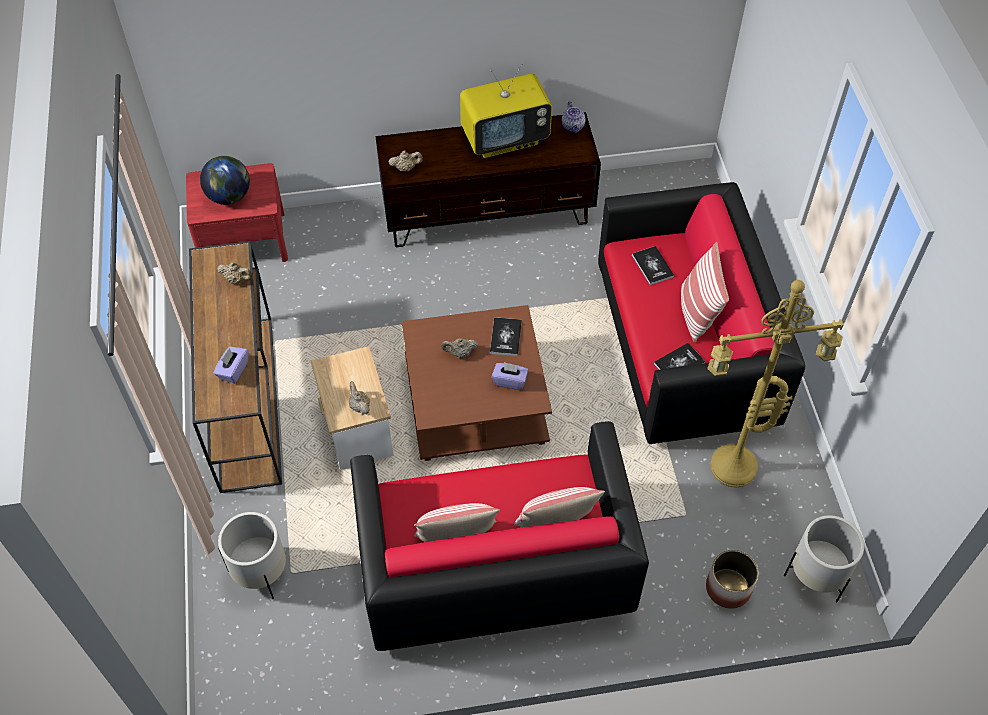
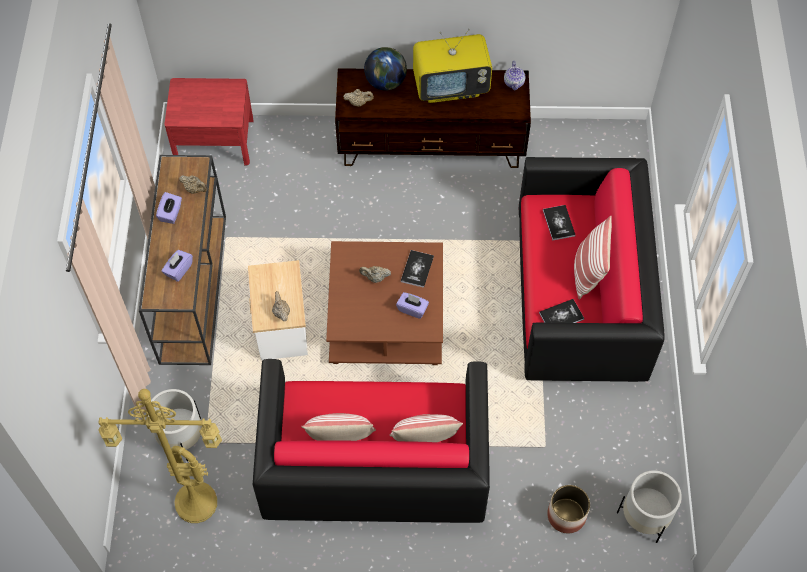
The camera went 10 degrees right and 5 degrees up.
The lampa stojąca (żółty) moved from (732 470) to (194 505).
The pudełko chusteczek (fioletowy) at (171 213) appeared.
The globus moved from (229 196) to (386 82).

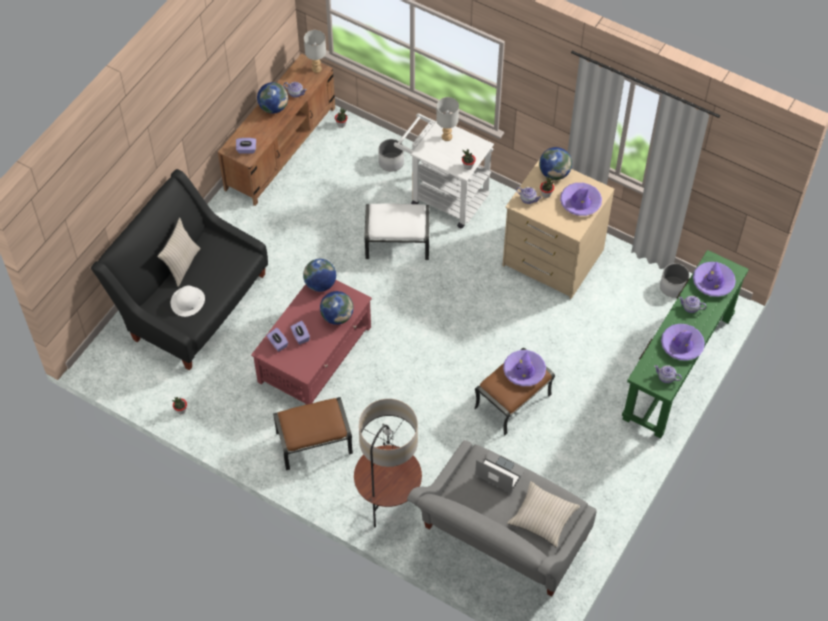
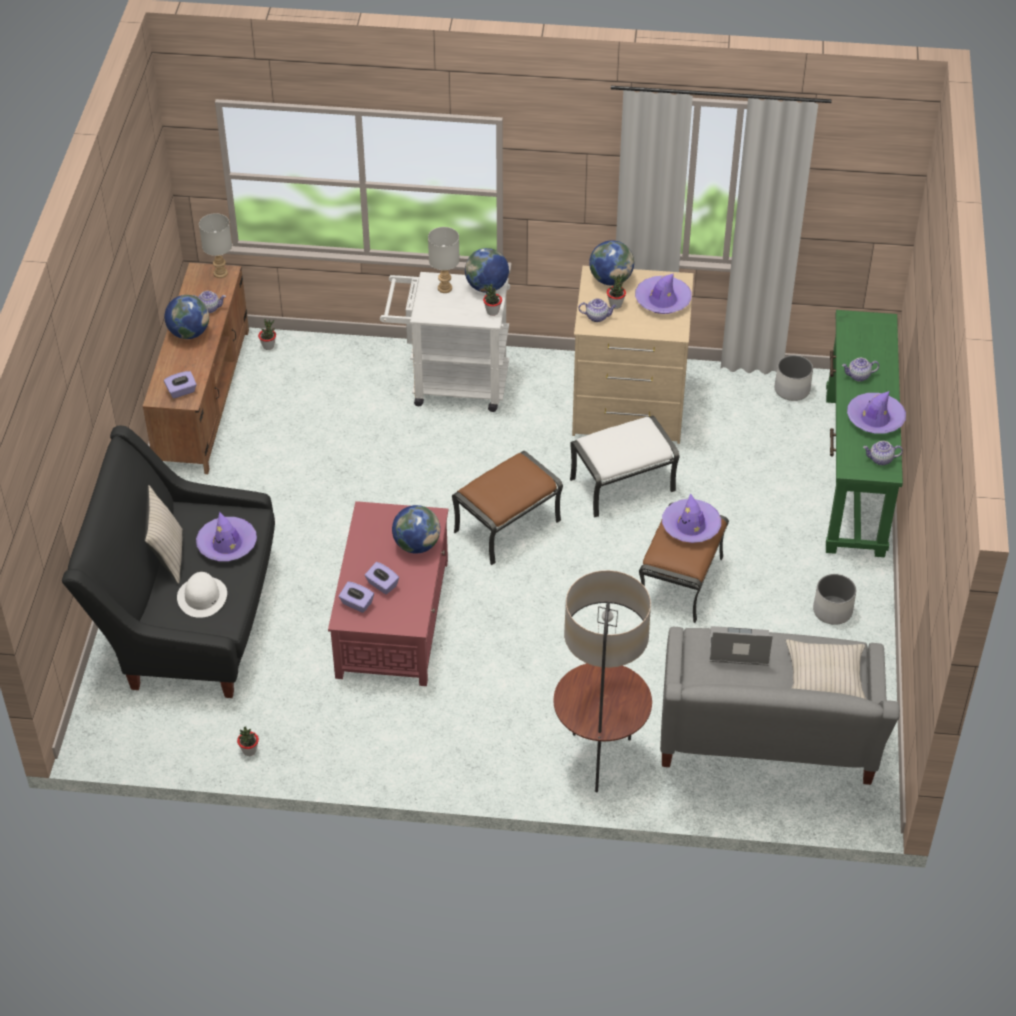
The camera went 25 degrees left and 10 degrees down.
The kapelusz (fioletowy) moved from (713 282) to (227 544).
The pufa (brązowy) moved from (314 442) to (507 525).
The globus moved from (320 284) to (487 287).
The pufa (biały) moved from (398 242) to (622 484).
The donica (biały) moved from (391 162) to (832 611).

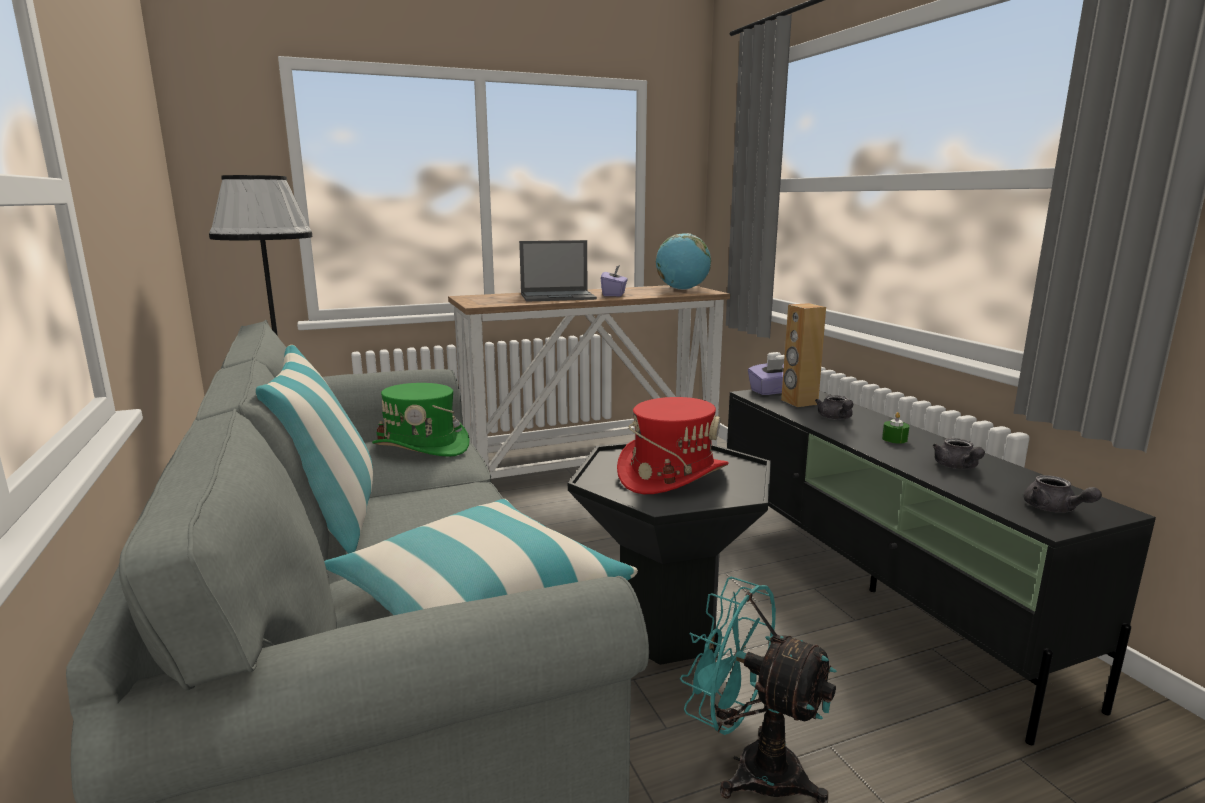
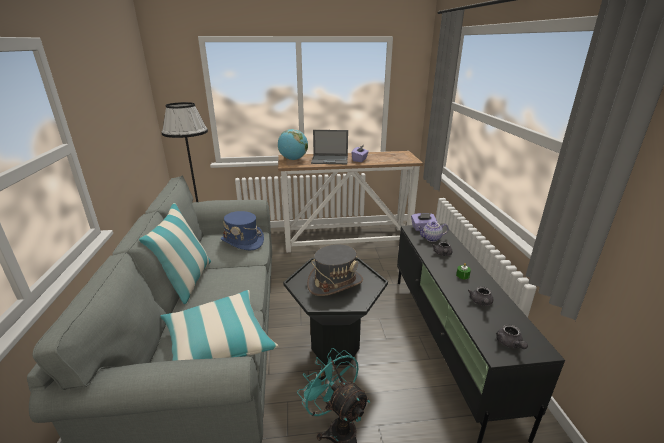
The camera went 15 degrees right and 10 degrees up.
The kapelusz (zielony) at (422 446) became the kapelusz (niebieski) at (243 241).
The globus moved from (682 289) to (293 159).
The kapelusz (czerwony) at (672 475) became the kapelusz (szary) at (335 283).
The głośnik (brązowy) at (799 402) was replaced by the imbryk at (431 239).

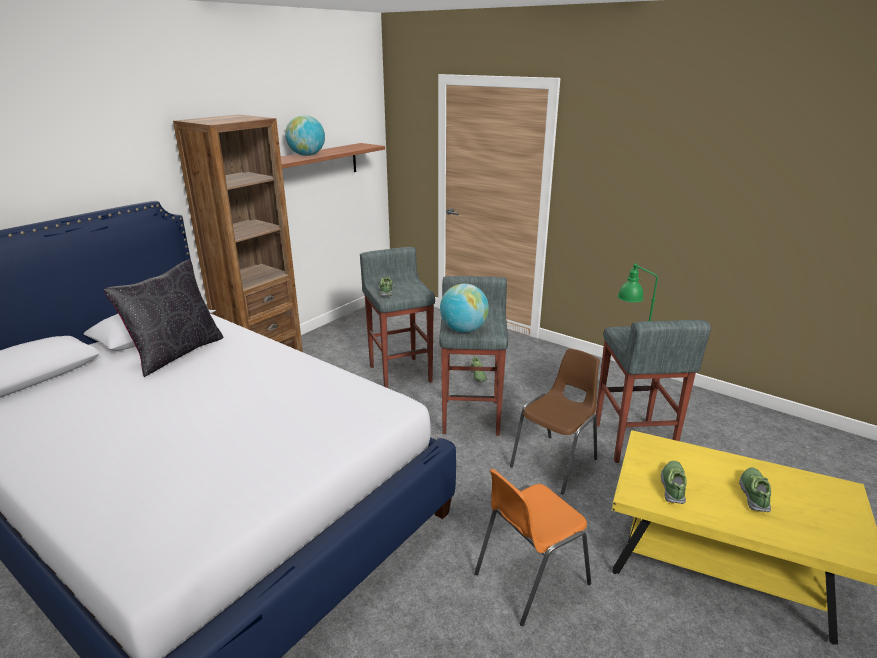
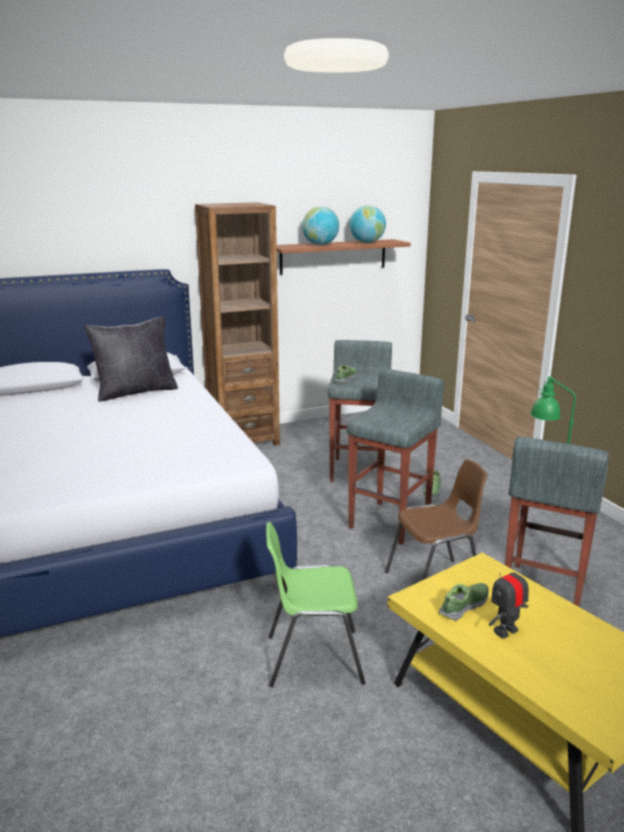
The camera went 30 degrees right and 5 degrees down.
The krzesło (pomarańczowy) at (529 578) became the krzesło (zielony) at (313 658).
The globus moved from (463 330) to (367 242).
The robot zabawkowy at (505 631) appeared.
The but at (754 494) disappeared.

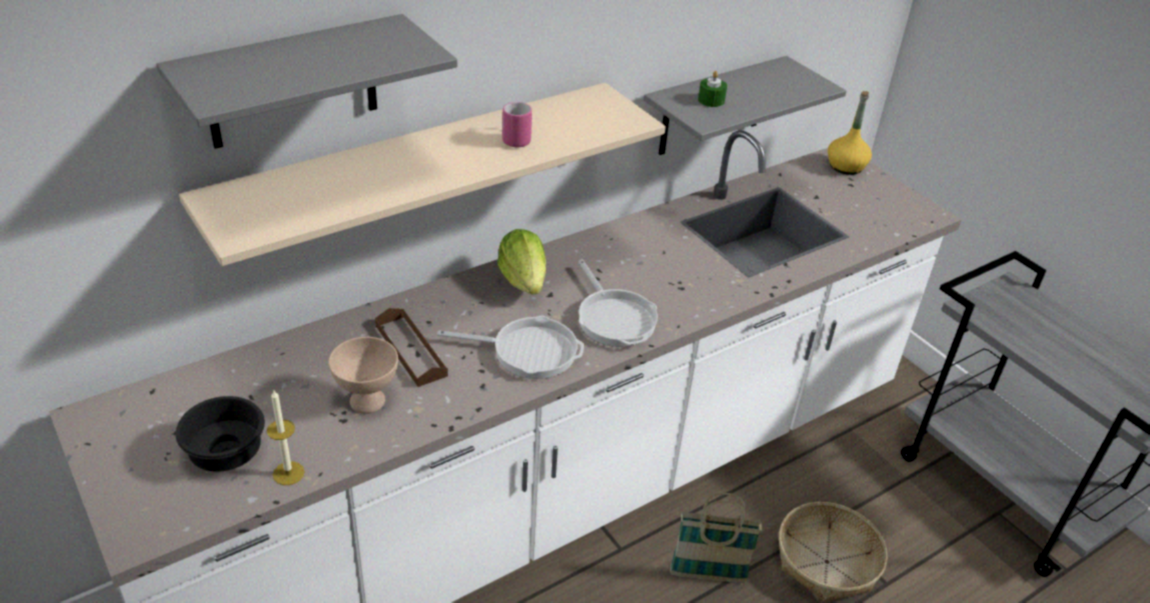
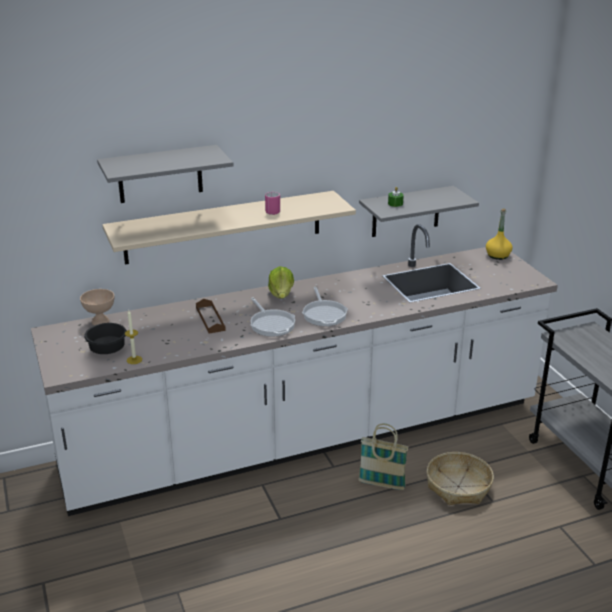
The camera went 15 degrees right and 10 degrees down.
The miska (beżowy) moved from (369 401) to (101 322).
The patelnia at (528 351) turned 45 degrees clockwise.

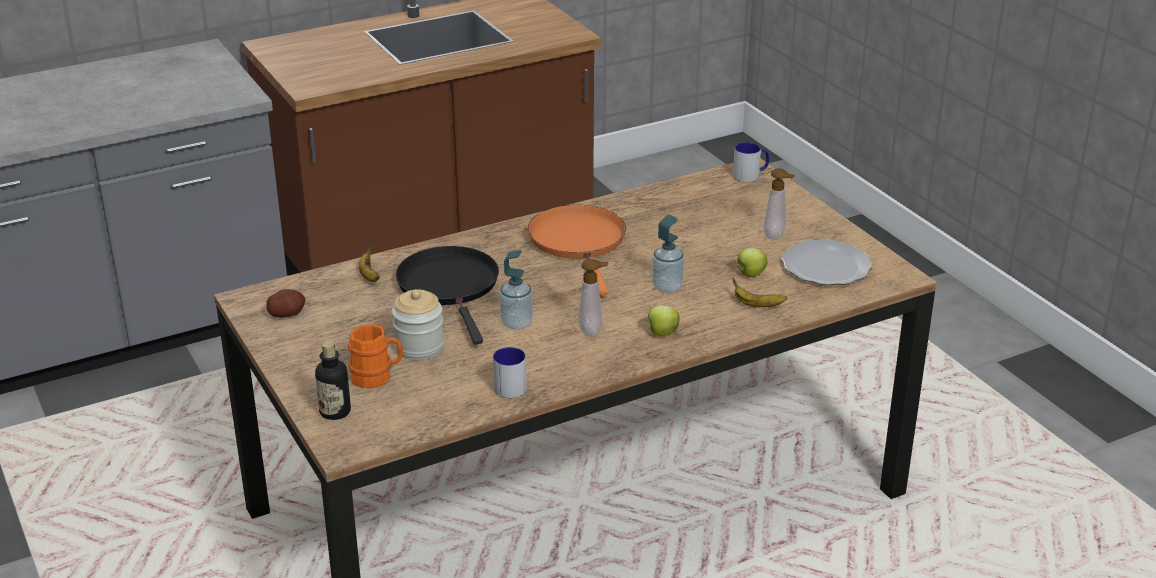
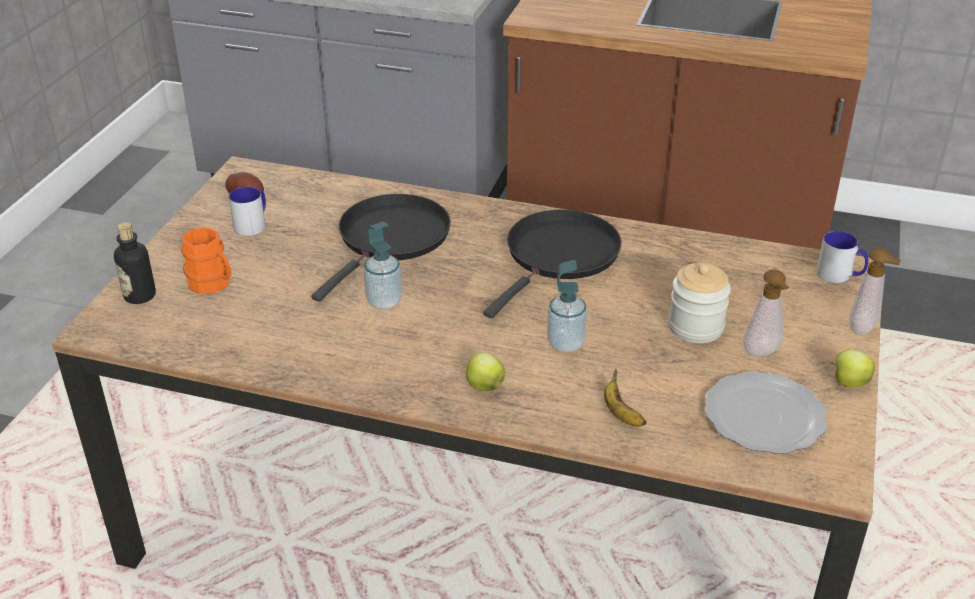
The camera went 45 degrees right and 5 degrees up.
The kubek moved from (508 385) to (253 224).
The patelnia (pomarańczowy) at (579 242) became the patelnia (czarny) at (559 256).
The słoik moved from (419 347) to (695 327).
The jabłko moved from (750 274) to (848 382).
The dozownik mydła moved from (592 331) to (864 330).
The banan at (369 276) disappeared.

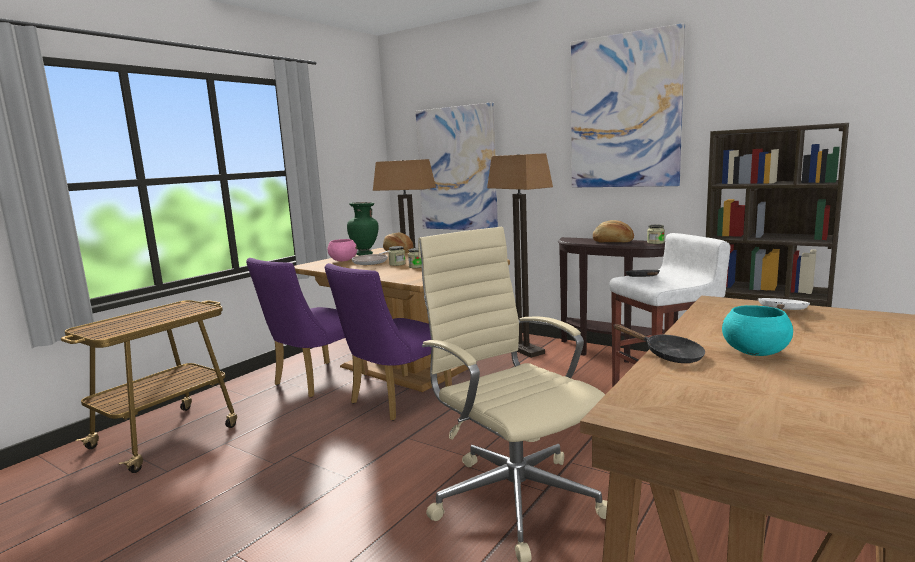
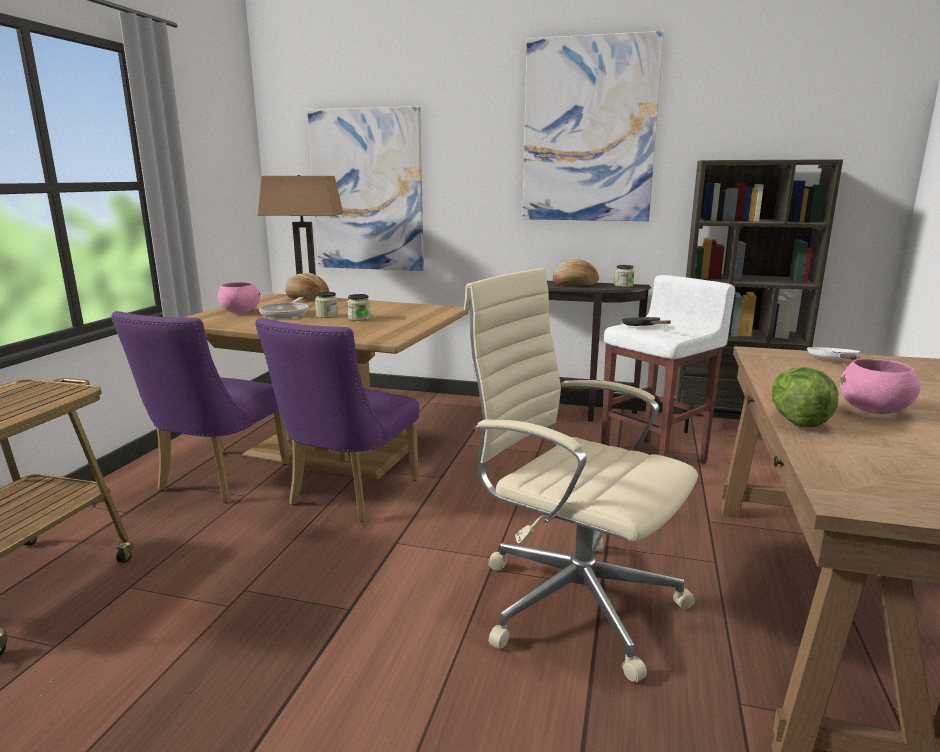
The camera went 20 degrees left and 5 degrees up.
The patelnia (czarny) at (668 355) was replaced by the sałata at (797 420).
The miska (turkusowy) at (755 353) became the miska (różowy) at (874 411).
The wazon (zielony) at (365 254) disappeared.
The lampa stojąca at (523 349) disappeared.

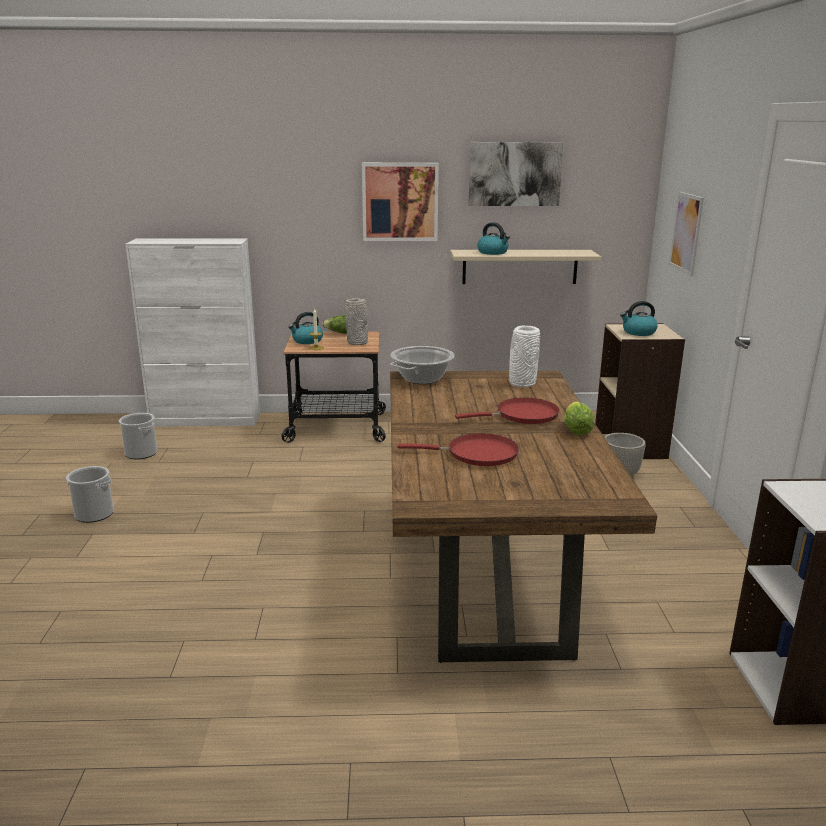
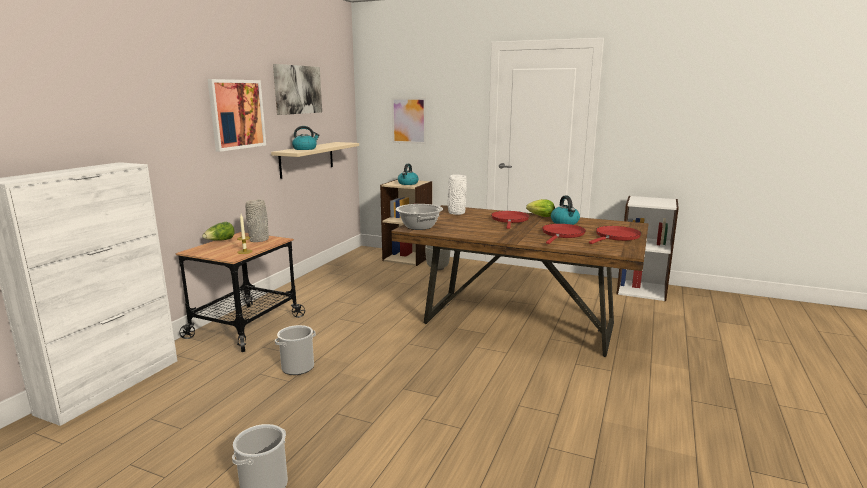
The camera went 65 degrees left and 5 degrees down.
The wiadro moved from (141 453) to (298 367).
The czajnik moved from (307 341) to (565 222).
The patelnia (czerwony) at (616 237) appeared.

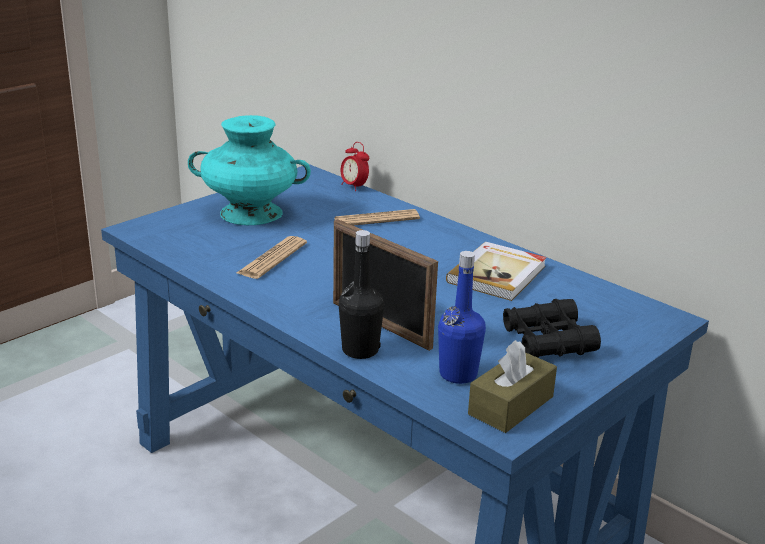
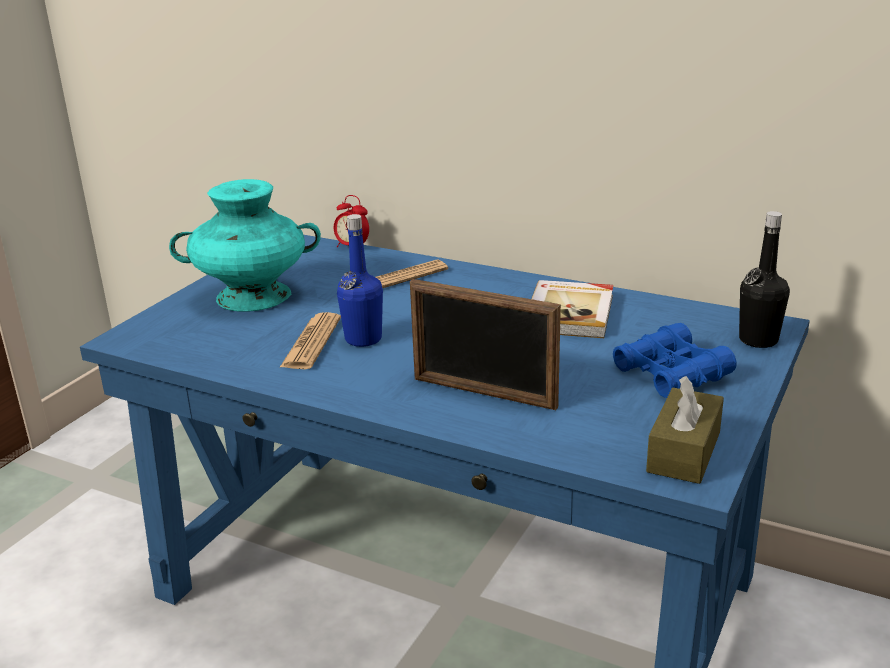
The camera went 15 degrees left and 0 degrees up.
The butelka (niebieski) moved from (458 374) to (363 339).
The lornetka (czarny) at (548 341) became the lornetka (niebieski) at (671 373).
The butelka (czarny) moved from (360 350) to (758 340).

